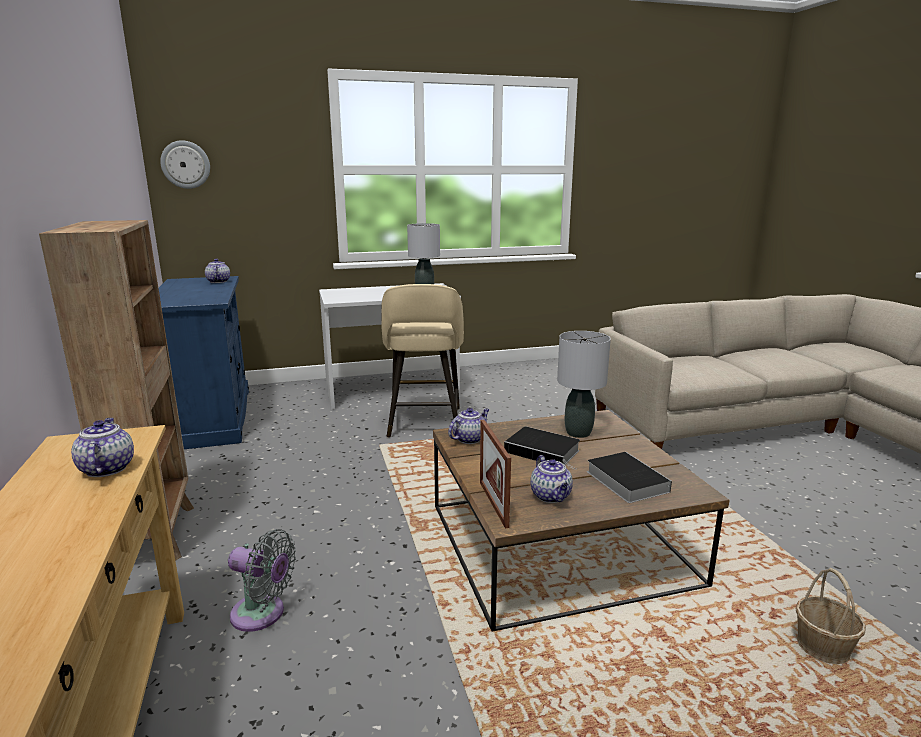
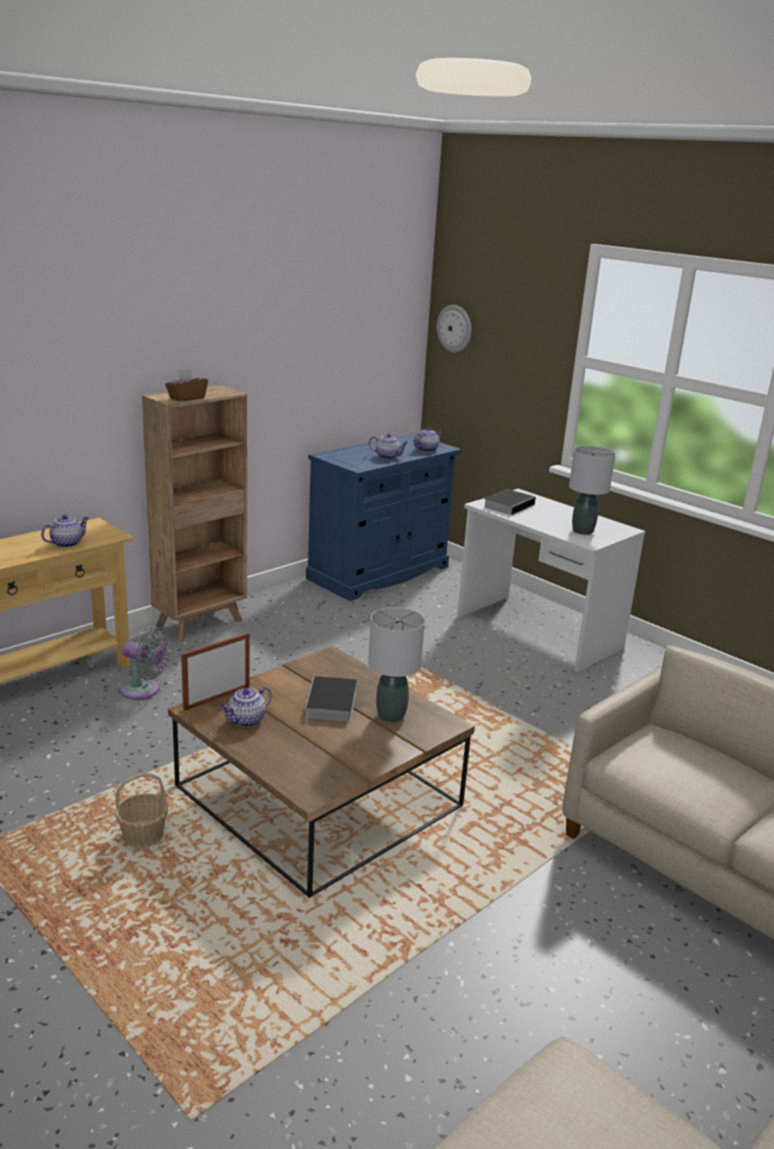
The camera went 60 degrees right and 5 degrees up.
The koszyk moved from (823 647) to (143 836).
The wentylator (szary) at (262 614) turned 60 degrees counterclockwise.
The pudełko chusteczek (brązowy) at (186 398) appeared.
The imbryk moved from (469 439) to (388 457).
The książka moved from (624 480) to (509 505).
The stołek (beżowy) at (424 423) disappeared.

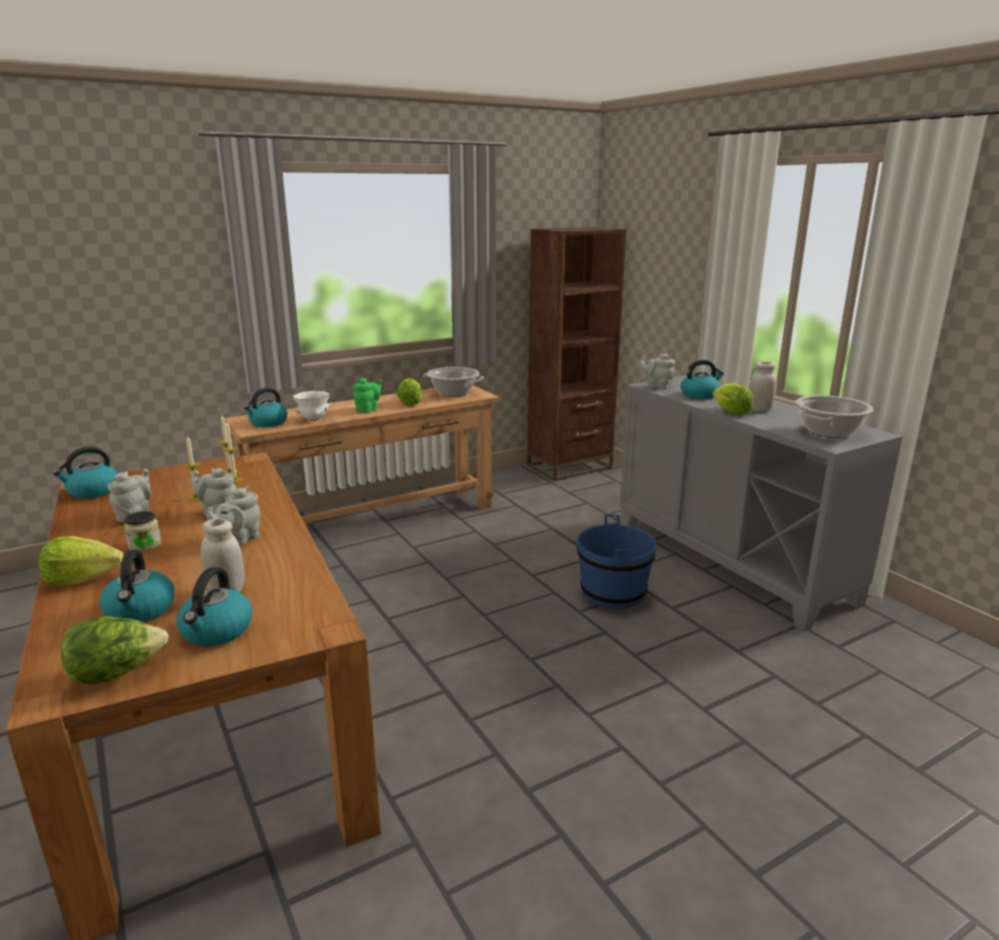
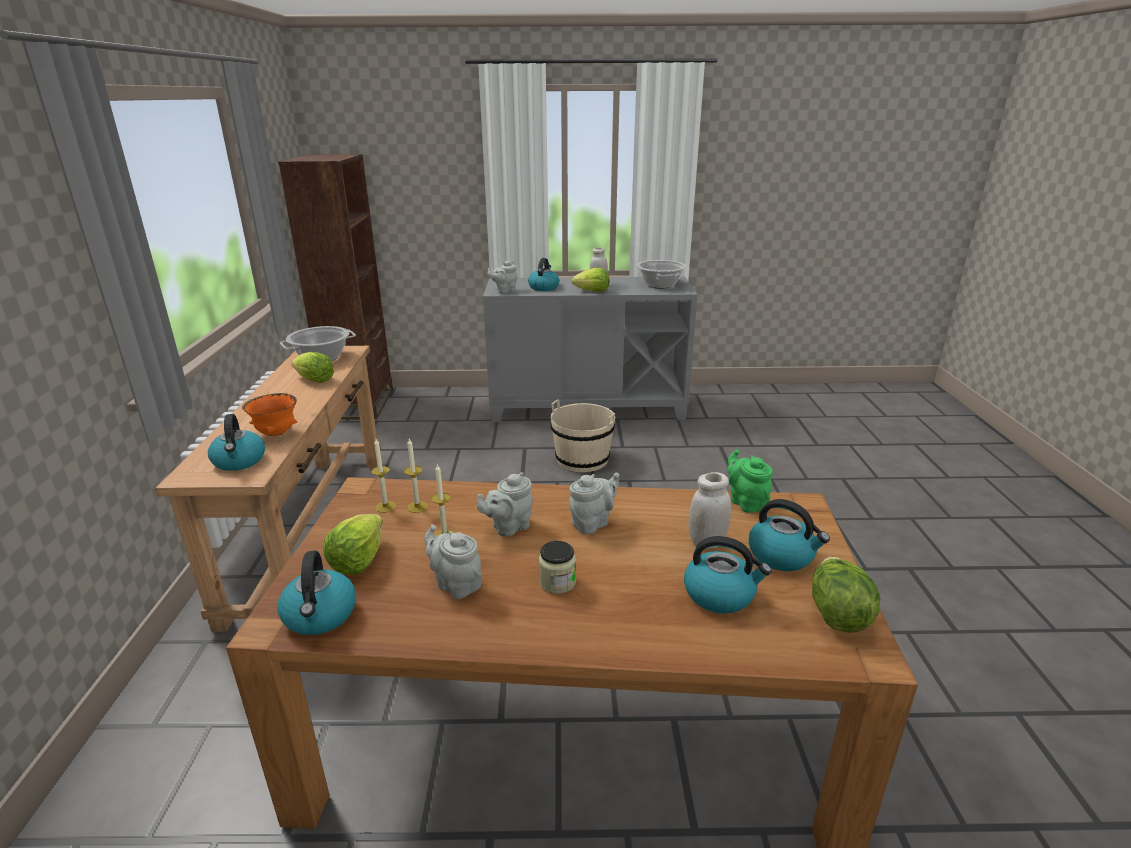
The camera went 60 degrees left and 5 degrees up.
The miska (biały) at (314 419) became the miska (pomarańczowy) at (276 433).
The sałata moved from (81 579) to (358 560).
The wiadro (niebieski) at (613 592) became the wiadro (beżowy) at (582 459).
The imbryk (szary) at (239 539) turned 105 degrees counterclockwise.
The imbryk (zielony) moved from (368 409) to (746 502).

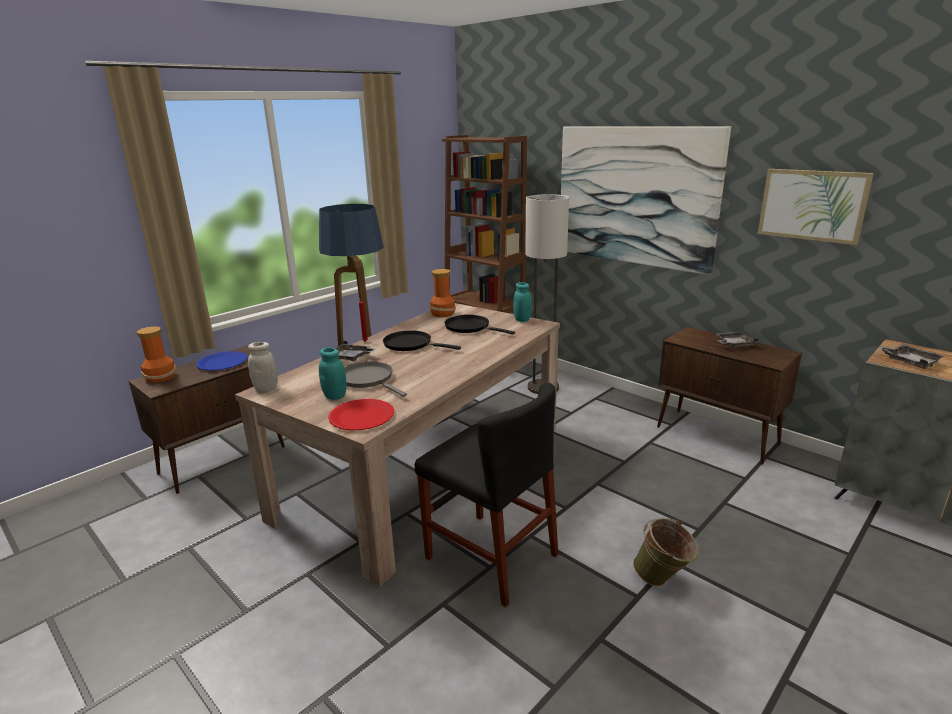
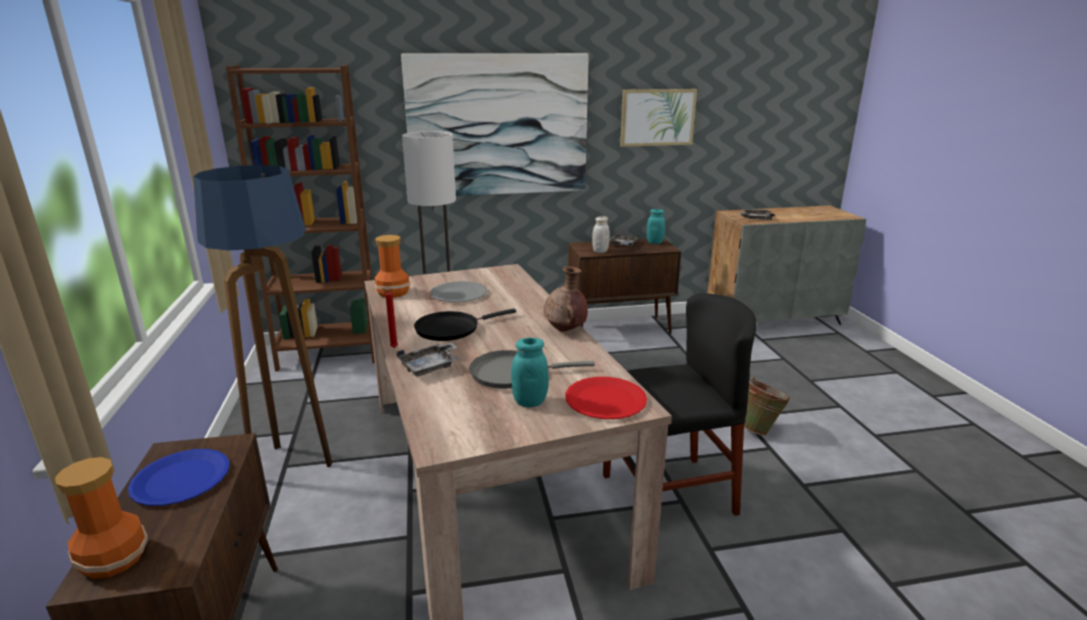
The camera went 55 degrees left and 0 degrees up.
The patelnia (czarny) at (470 327) was replaced by the talerz (szary) at (458 294).
The wazon (brązowy) at (565 330) appeared.
The słoik (biały) moved from (266 388) to (600 251).
The słoik (turkusowy) moved from (522 320) to (654 242).

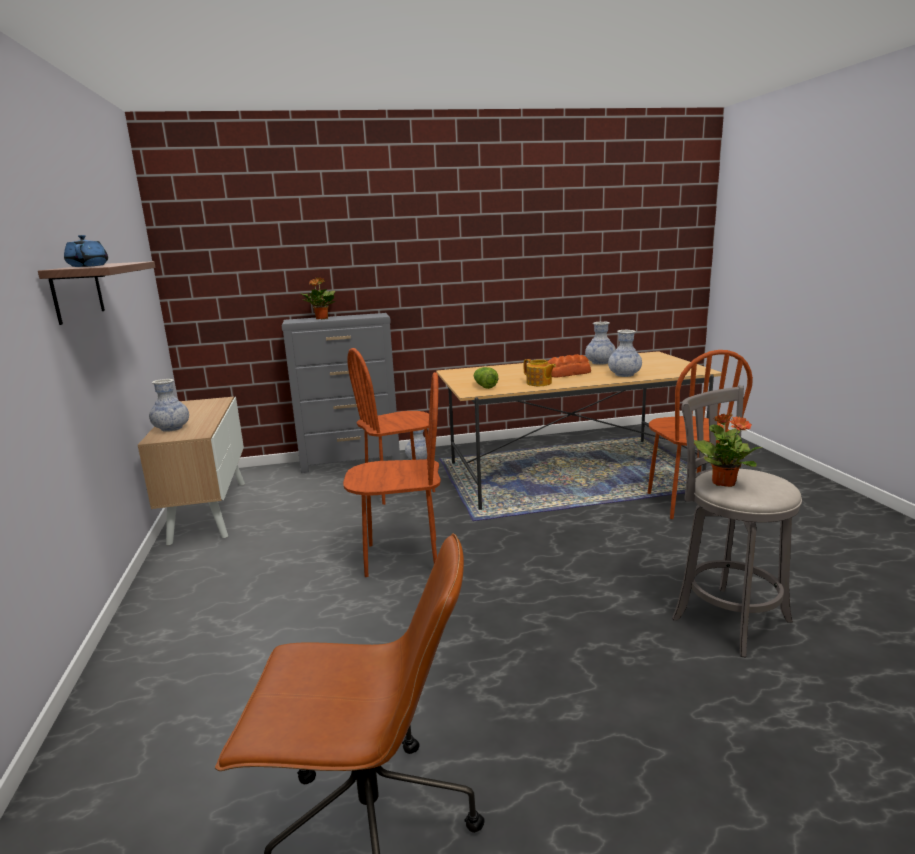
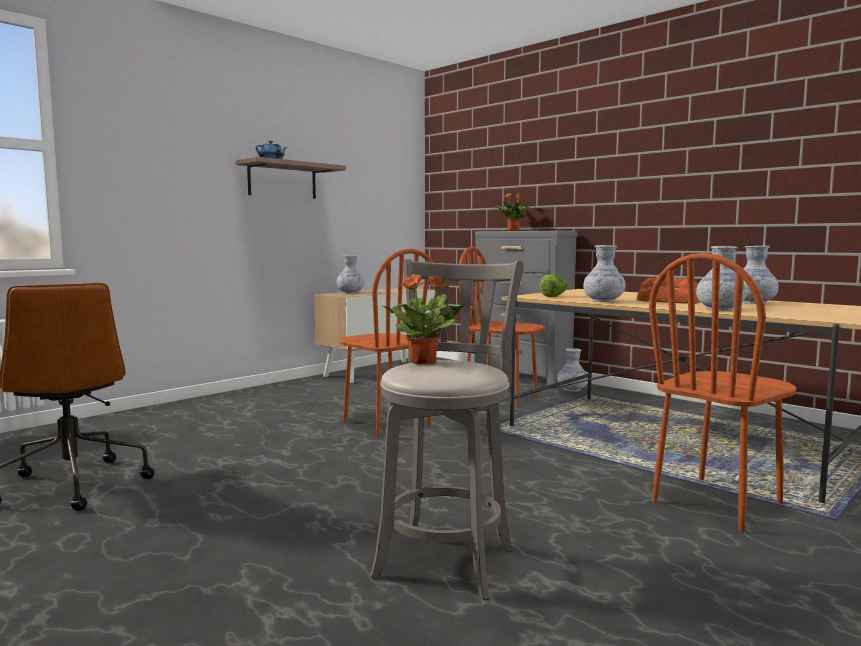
The camera went 55 degrees right and 10 degrees down.
The imbryk at (539 383) was replaced by the wazon at (603 301).

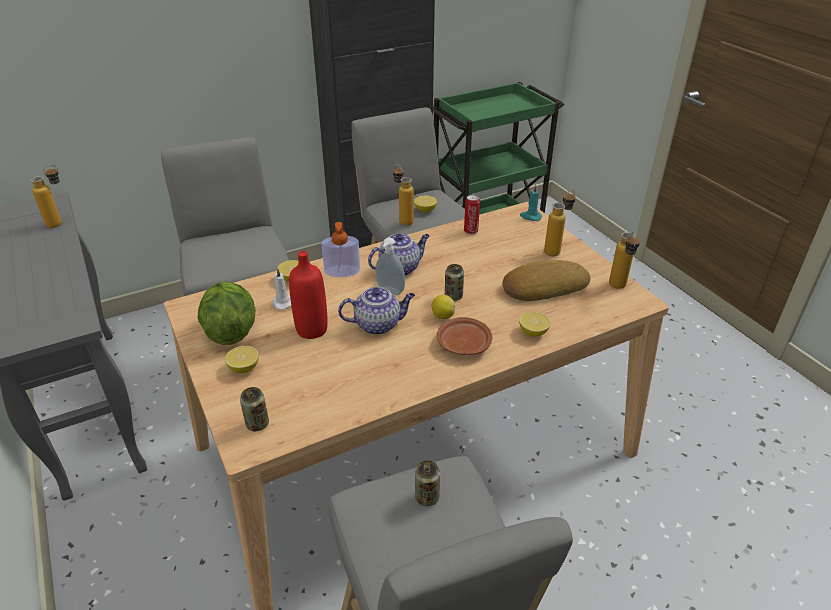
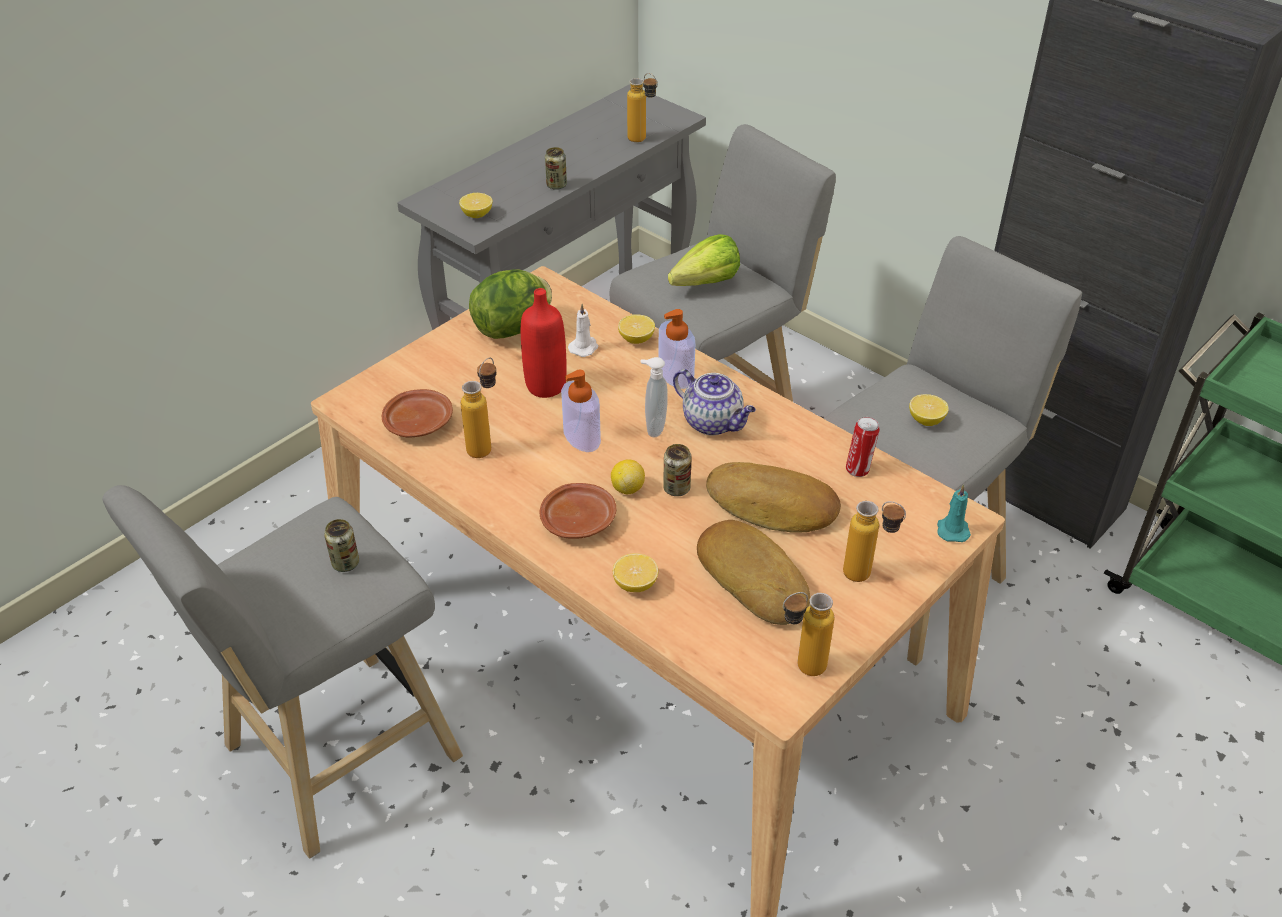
The camera went 70 degrees right and 5 degrees up.
The talerz (brązowy) at (419 422) appeared.
The cytryna moved from (244 368) to (477 215).
The butelka moved from (403 219) to (485 445).
The puszka moved from (257 424) to (556 185).
The imbryk at (378 324) was replaced by the dozownik mydła at (581 436).
The sałata at (699 285) appeared.
The chleb at (772 506) appeared.

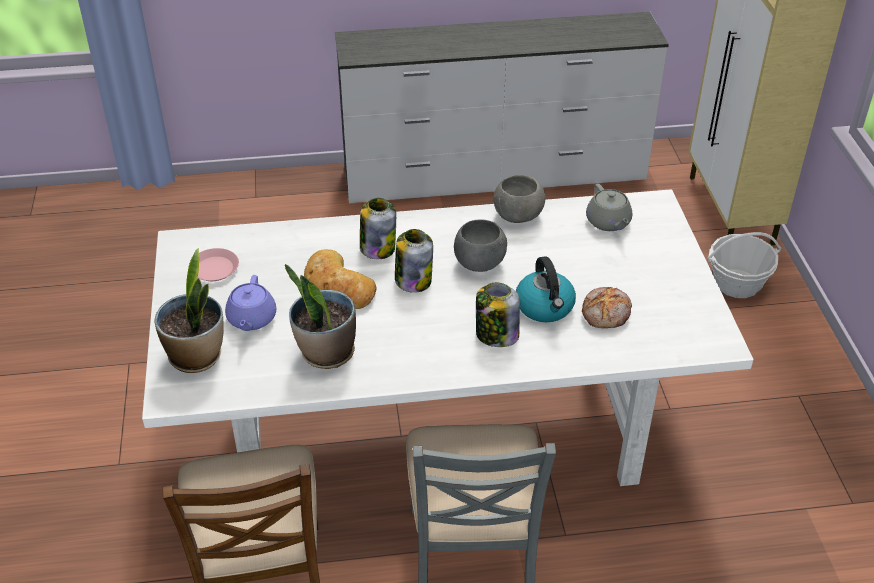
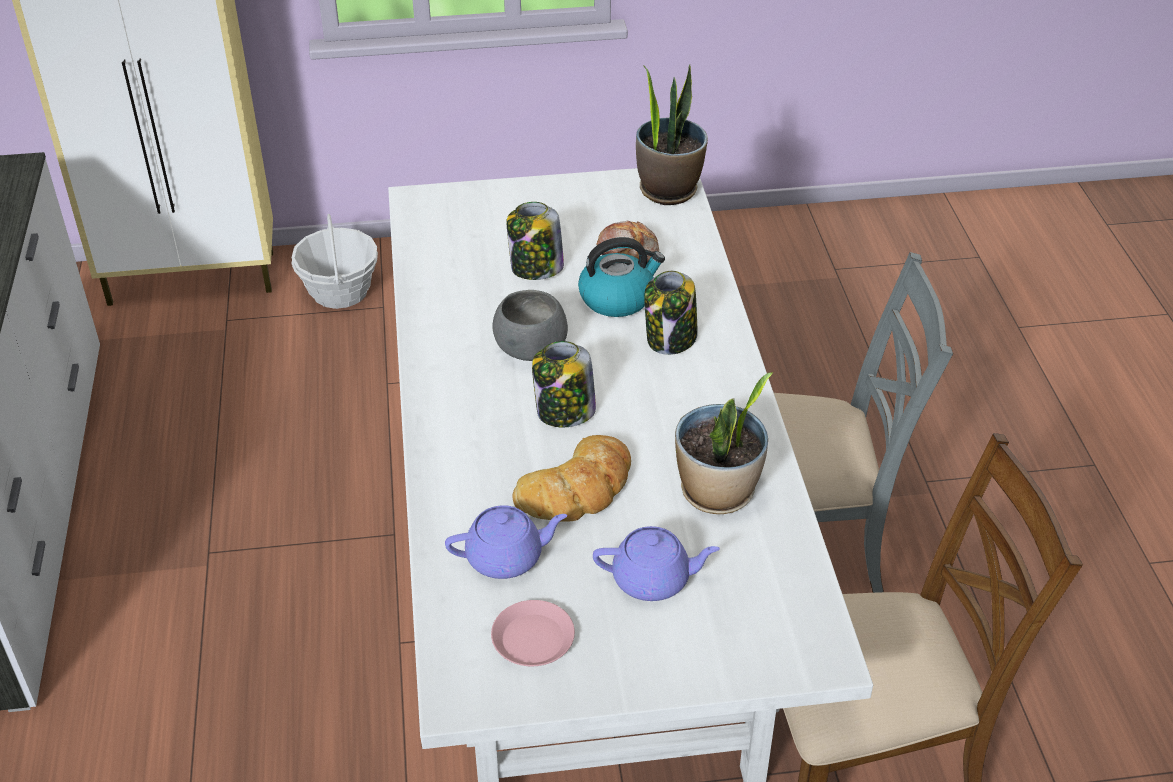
The camera went 90 degrees left and 0 degrees up.
The imbryk (fioletowy) at (506 557) appeared.
The słoik moved from (377 248) to (536 268).
The roślina doniczkowa moved from (197 356) to (668 190).
The miska (szary) at (518 216) disappeared.
The imbryk (szary) at (608 222) disappeared.

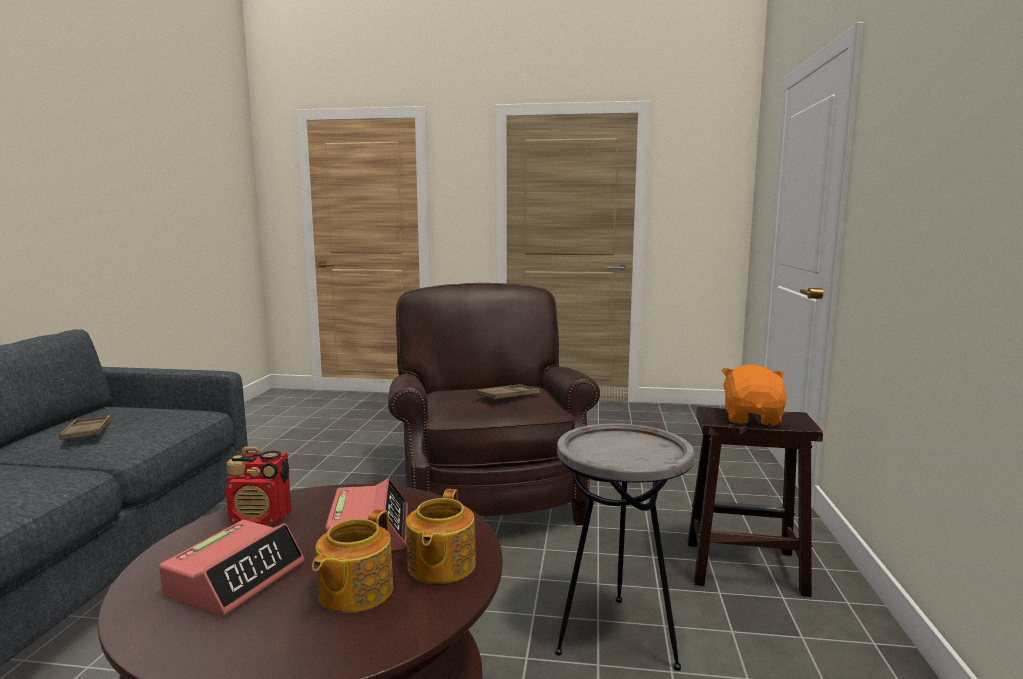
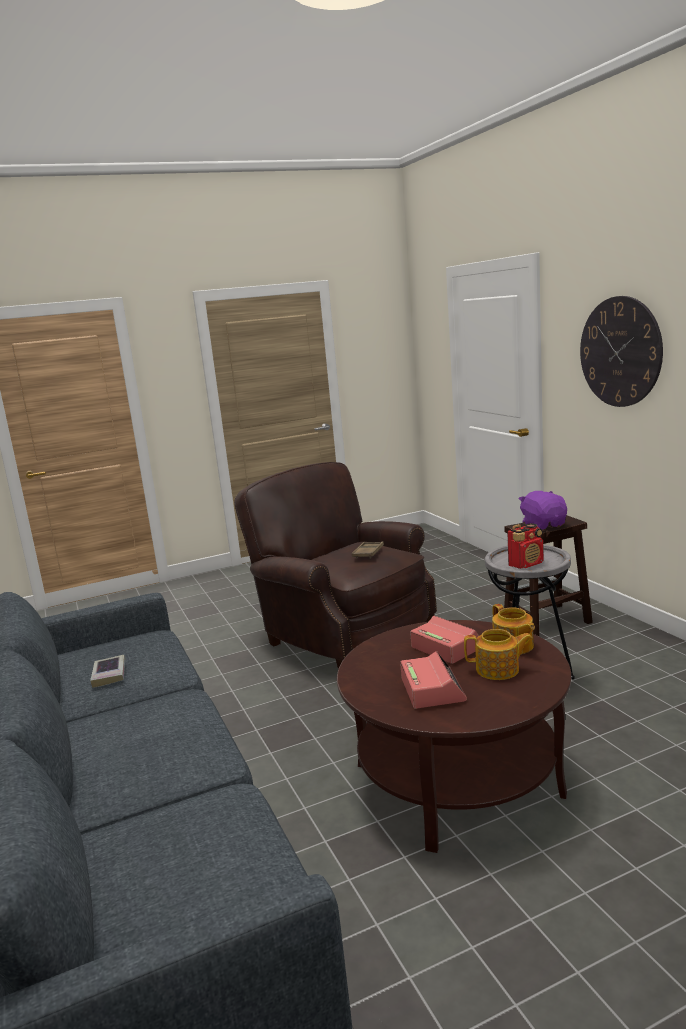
The camera went 30 degrees left and 5 degrees up.
The taca (brązowy) at (87 433) was replaced by the książka at (109 674).
The imbryk at (354 592) turned 75 degrees counterclockwise.
The radio moved from (261 518) to (526 564).
The pluszak (pomarańczowy) at (752 418) became the pluszak (fioletowy) at (543 525).
The zegar ścienny at (620 352) appeared.

